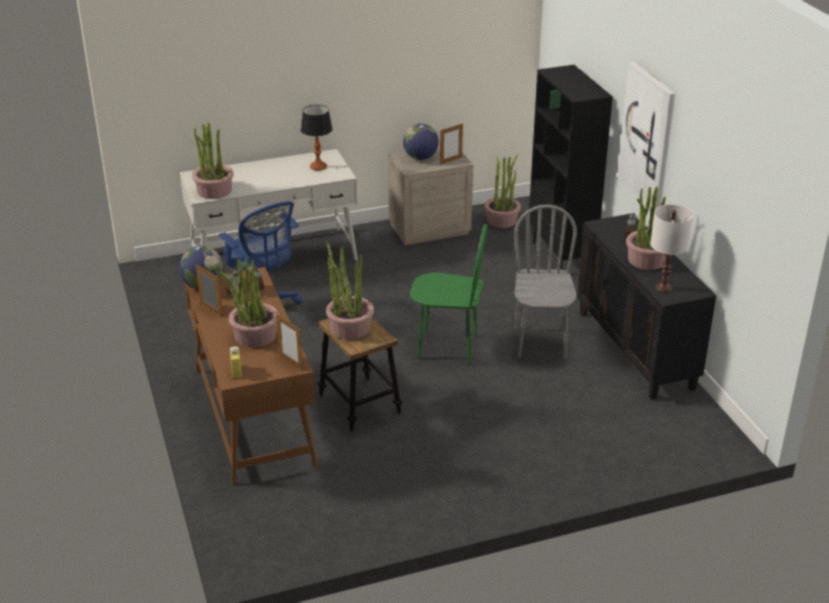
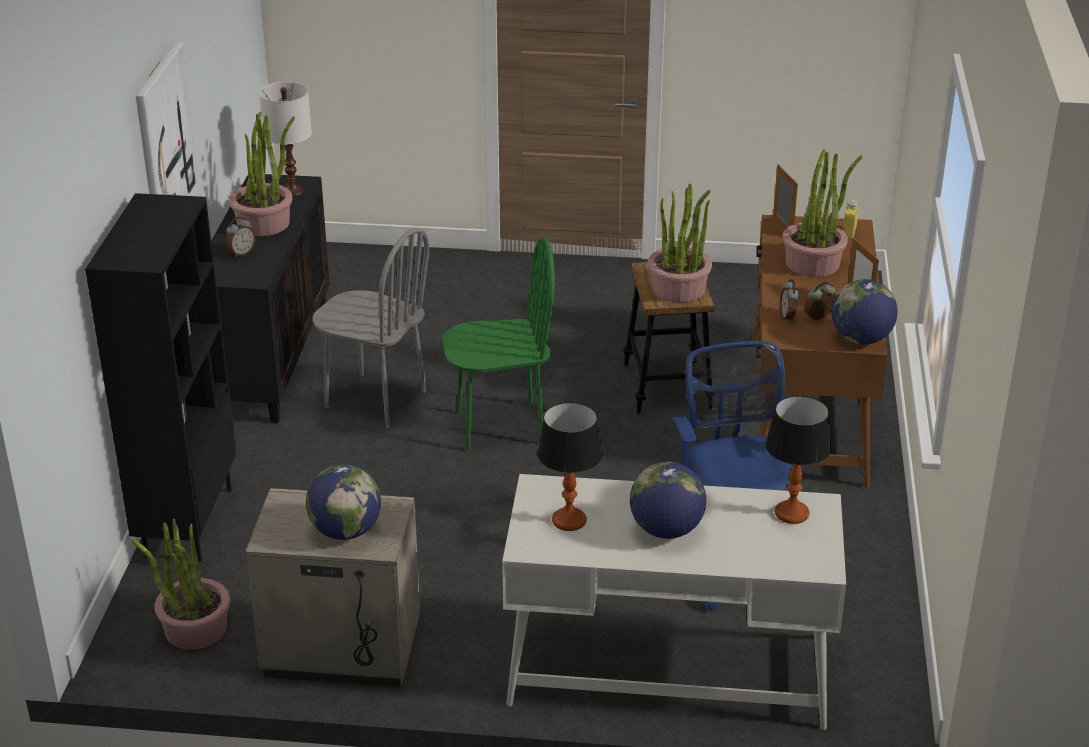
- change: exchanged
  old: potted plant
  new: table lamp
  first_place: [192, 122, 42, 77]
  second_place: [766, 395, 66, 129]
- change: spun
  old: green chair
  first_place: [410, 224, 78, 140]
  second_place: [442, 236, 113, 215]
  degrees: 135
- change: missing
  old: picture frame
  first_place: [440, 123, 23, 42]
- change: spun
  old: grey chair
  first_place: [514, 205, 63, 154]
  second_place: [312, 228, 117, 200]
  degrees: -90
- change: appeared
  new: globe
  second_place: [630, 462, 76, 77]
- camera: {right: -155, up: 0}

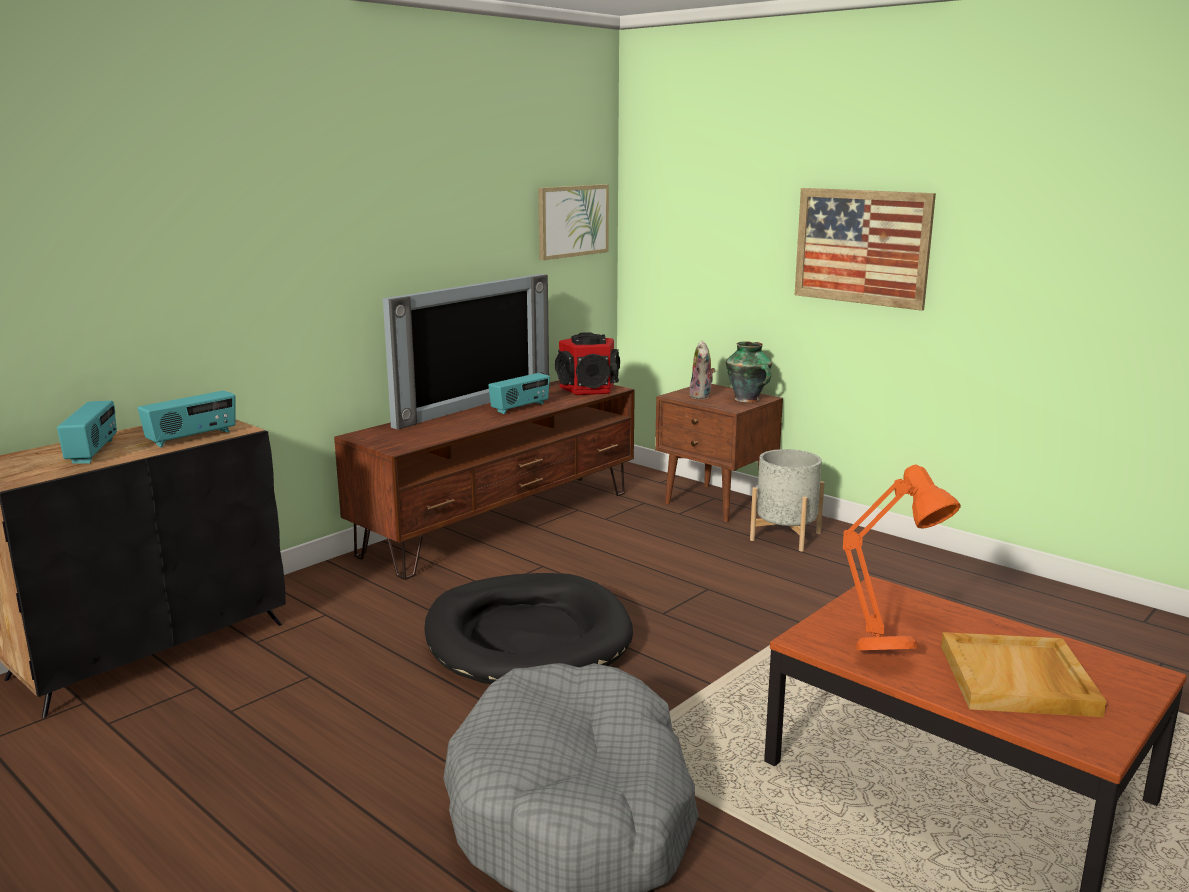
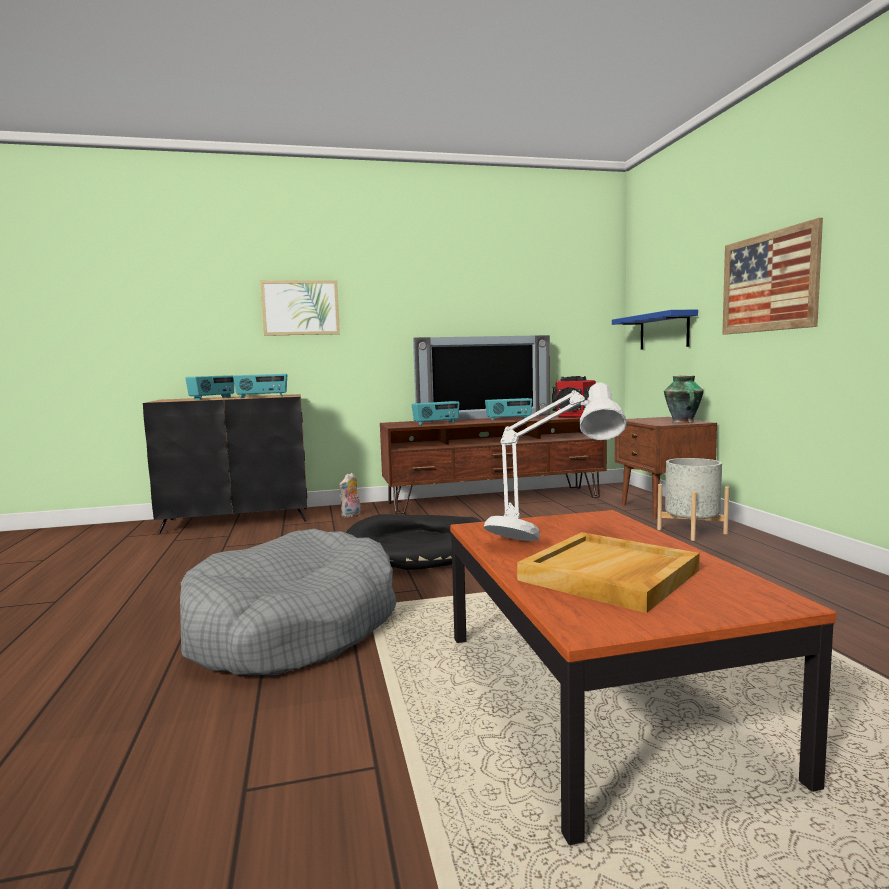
- change: relocated
  old: picture
  first_place: [538, 184, 71, 76]
  second_place: [260, 280, 80, 56]
- change: relocated
  old: plush toy
  first_place: [690, 340, 26, 59]
  second_place: [339, 473, 22, 44]
- change: colour
  old: orange table lamp
  new: grey table lamp
  first_place: [843, 464, 118, 186]
  second_place: [484, 382, 143, 159]
- change: appeared
  new: radio
  second_place: [412, 401, 47, 24]
- change: appeared
  new: blue shelf
  second_place: [612, 309, 86, 41]
- camera: {right: 35, up: -10}

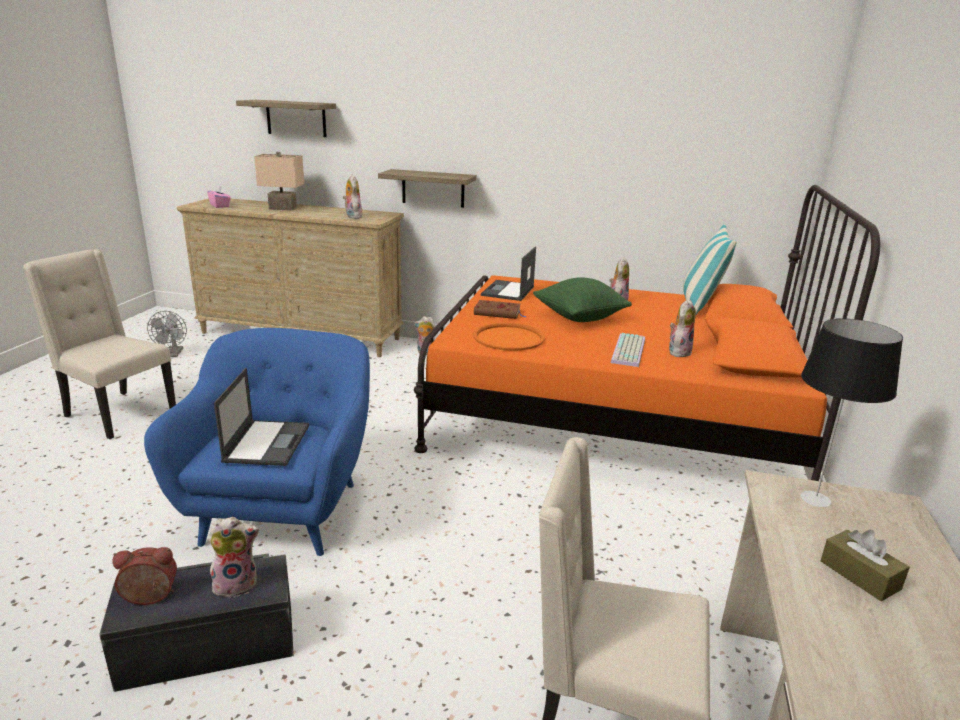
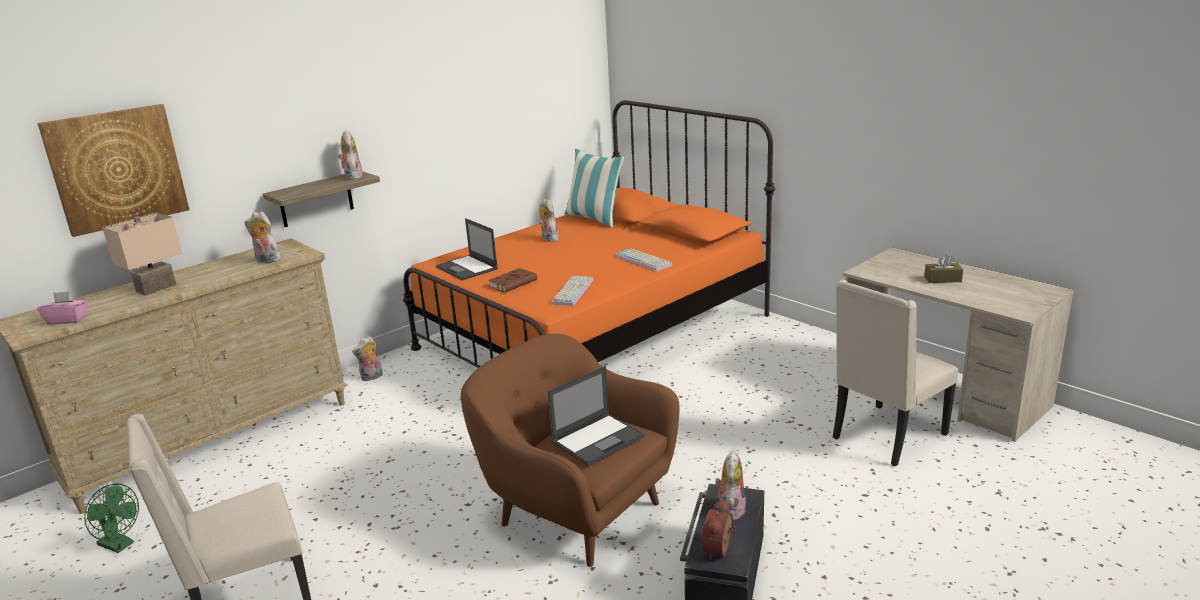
- change: colour
  old: blue armchair
  new: brown armchair
  first_place: [144, 328, 226, 228]
  second_place: [461, 334, 218, 233]
- change: colour
  old: grey fan
  new: green fan
  first_place: [147, 311, 40, 46]
  second_place: [84, 484, 55, 69]
- change: spun
  old: laptop
  first_place: [214, 368, 95, 98]
  second_place: [548, 366, 97, 100]
  degrees: 105
- change: exchanged
  old: shelf
  new: picture
  first_place: [236, 100, 100, 37]
  second_place: [37, 104, 152, 133]
- change: exchanged
  old: orange tray
  new: keyboard
  first_place: [473, 322, 72, 29]
  second_place: [551, 276, 42, 30]
- change: missing
  old: green pillow
  first_place: [533, 277, 99, 45]
- change: relocated
  old: plush toy
  first_place: [669, 299, 27, 59]
  second_place: [338, 130, 26, 50]
- change: missing
  old: table lamp
  first_place: [801, 318, 102, 189]
- camera: {right: -55, up: 0}

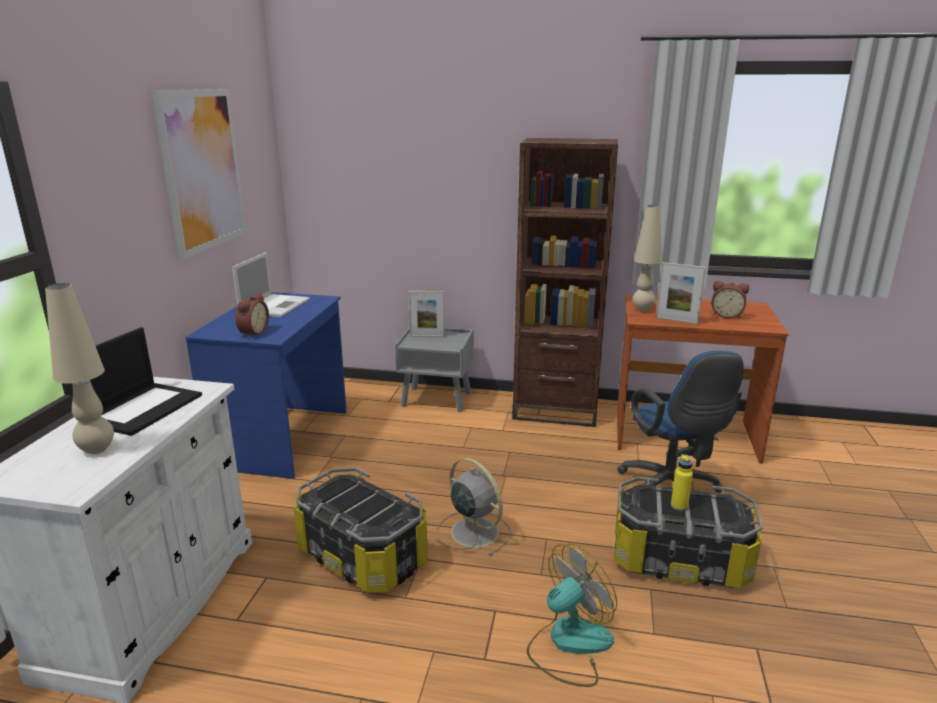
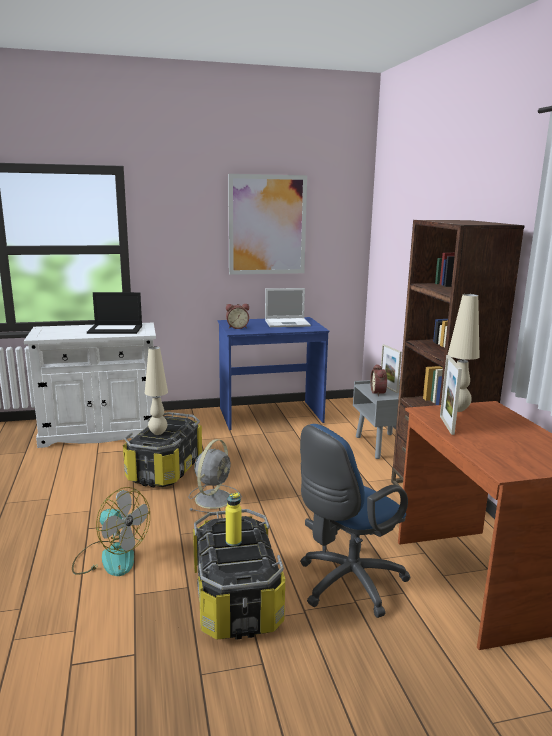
- change: relocated
  old: beige table lamp
  first_place: [45, 283, 69, 171]
  second_place: [145, 347, 23, 88]
- change: relocated
  old: alarm clock
  first_place: [712, 281, 37, 37]
  second_place: [370, 364, 17, 32]
- camera: {right: 65, up: -5}

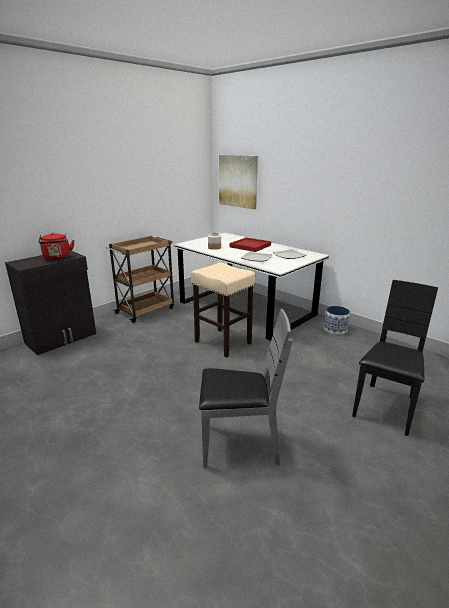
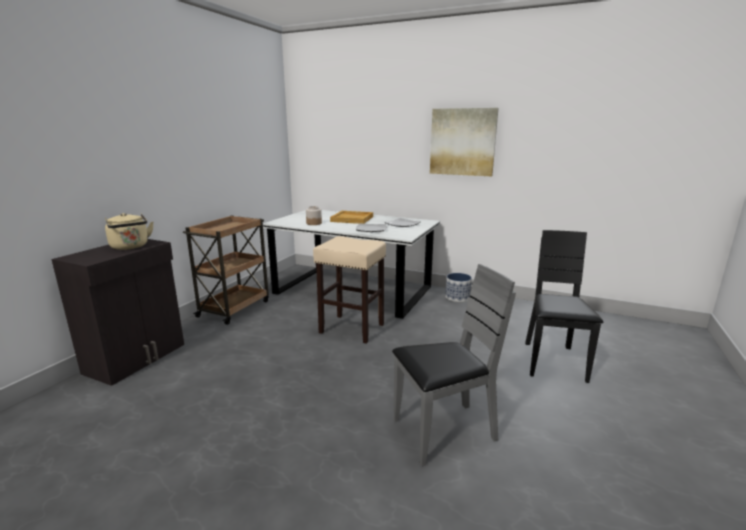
- change: colour
  old: red kettle
  new: beige kettle
  first_place: [38, 233, 36, 27]
  second_place: [105, 213, 48, 37]
- change: relocated
  old: picture
  first_place: [219, 155, 39, 54]
  second_place: [430, 108, 69, 68]
- change: colour
  old: red tray
  new: beige tray
  first_place: [230, 237, 41, 15]
  second_place: [330, 211, 43, 13]
- camera: {right: -20, up: -5}

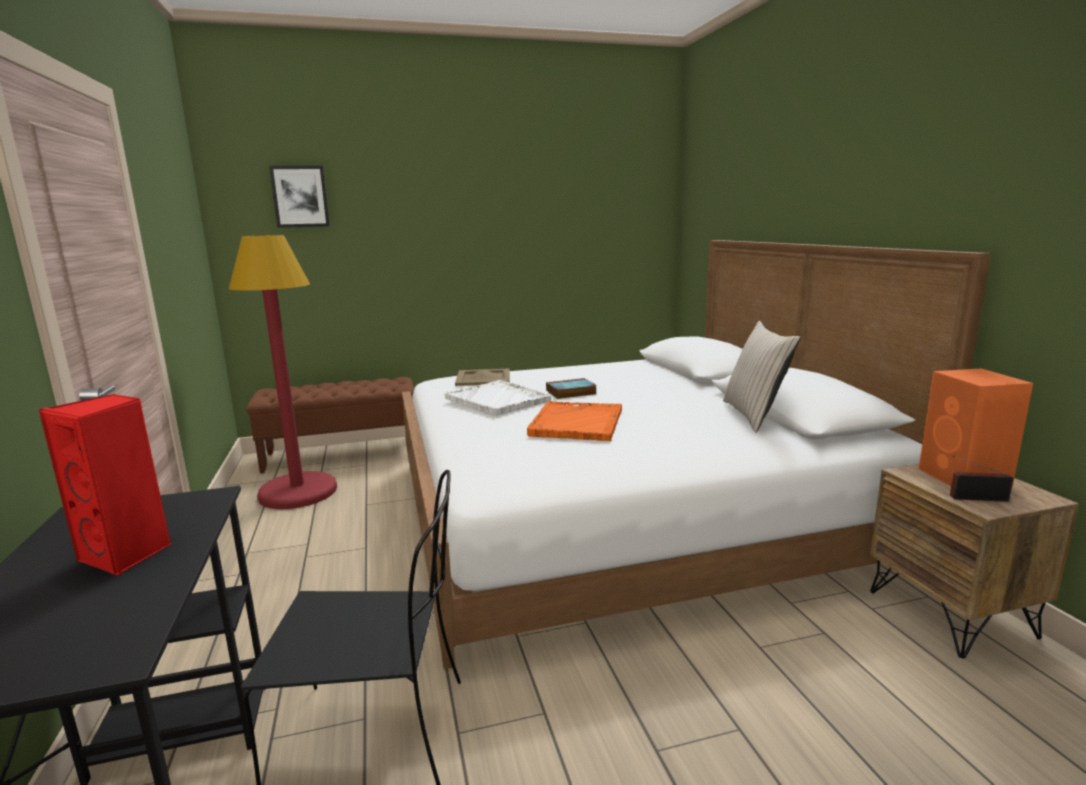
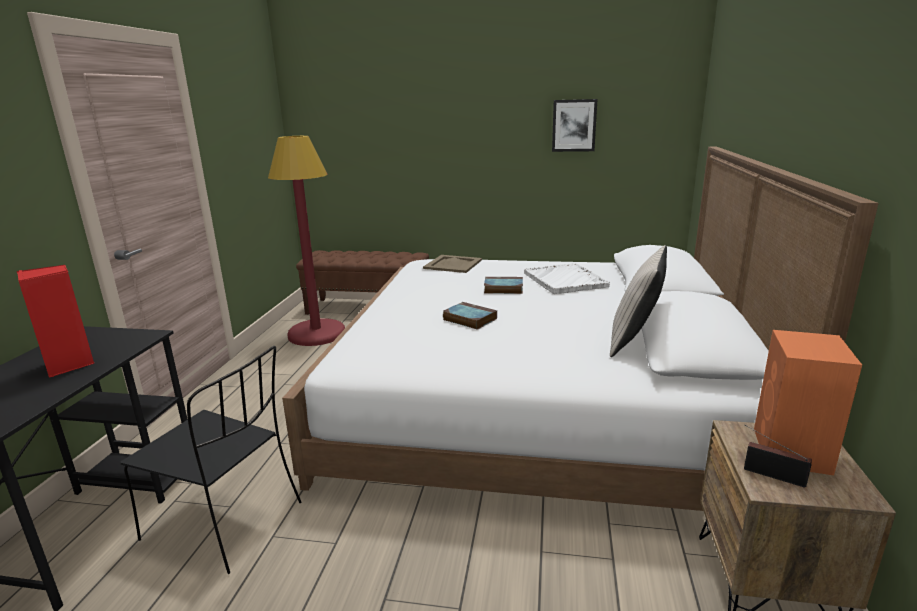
- change: relocated
  old: picture
  first_place: [269, 166, 61, 62]
  second_place: [552, 99, 45, 53]
- change: relocated
  old: white tray
  first_place: [445, 380, 106, 36]
  second_place: [524, 263, 86, 31]
- change: exchanged
  old: orange tray
  new: book
  first_place: [527, 401, 95, 40]
  second_place: [443, 302, 54, 28]
- camera: {right: 25, up: 5}

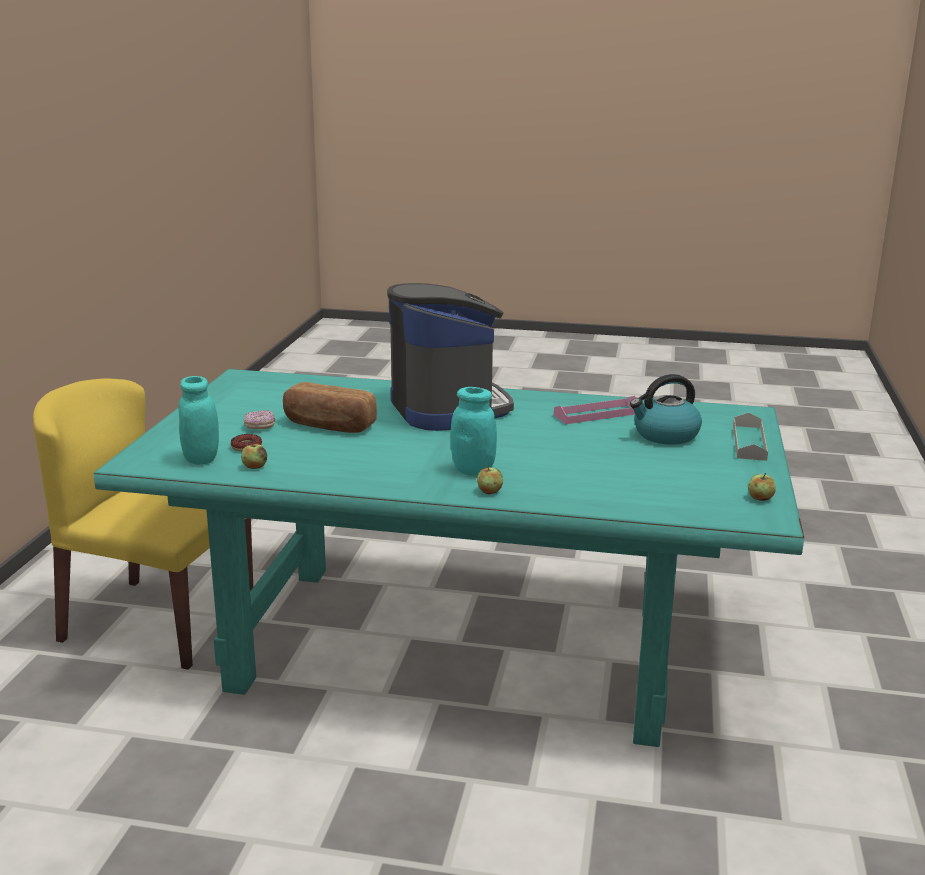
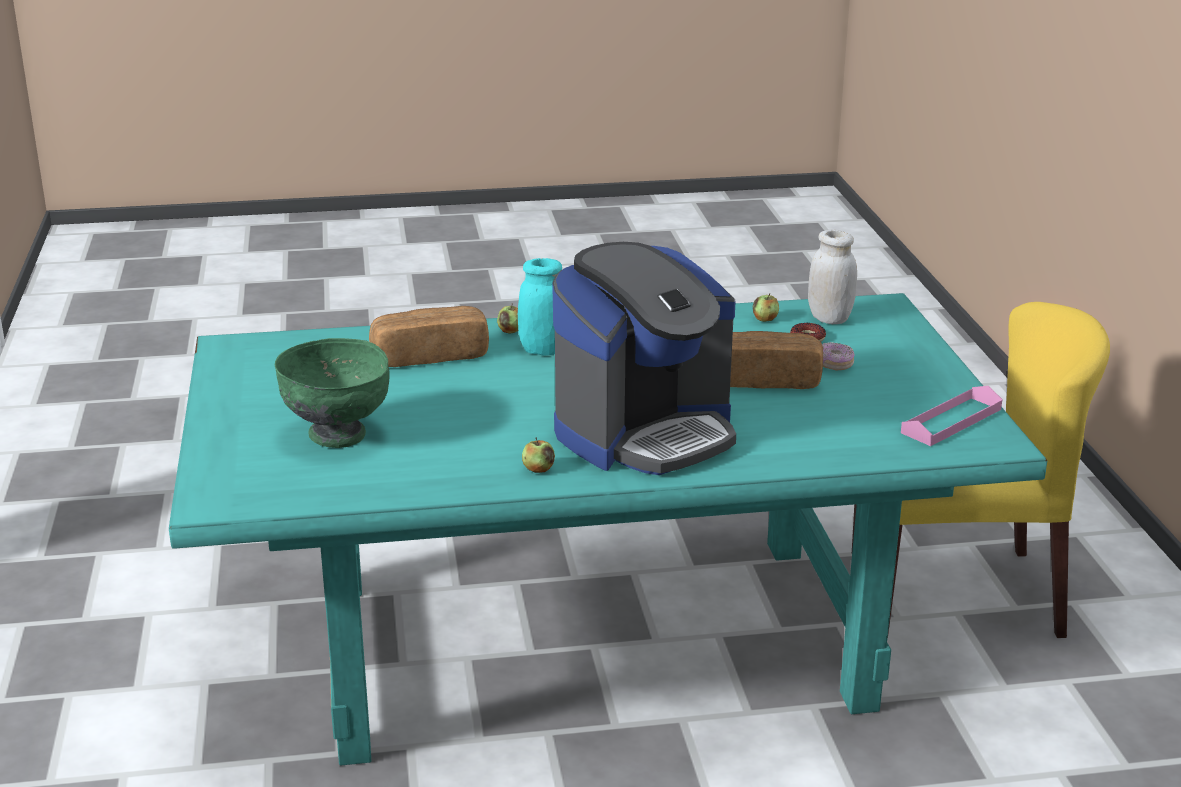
- change: colour
  old: turquoise jar
  new: white jar
  first_place: [179, 376, 40, 88]
  second_place: [808, 230, 49, 94]
- change: spun
  old: coffee machine
  first_place: [387, 283, 127, 148]
  second_place: [553, 242, 183, 233]
  degrees: -90
- change: relocated
  old: pink tray
  first_place: [554, 396, 82, 28]
  second_place: [901, 386, 102, 60]
- change: exchanged
  old: kettle
  new: green bowl
  first_place: [630, 374, 72, 71]
  second_place: [275, 338, 115, 110]
- change: missing
  old: grey tray
  first_place: [733, 412, 35, 49]
- change: relocated
  old: apple
  first_place: [748, 473, 28, 28]
  second_place: [522, 437, 33, 36]
- change: appeared
  new: bread
  second_place: [369, 306, 120, 61]
- camera: {right: 160, up: 5}

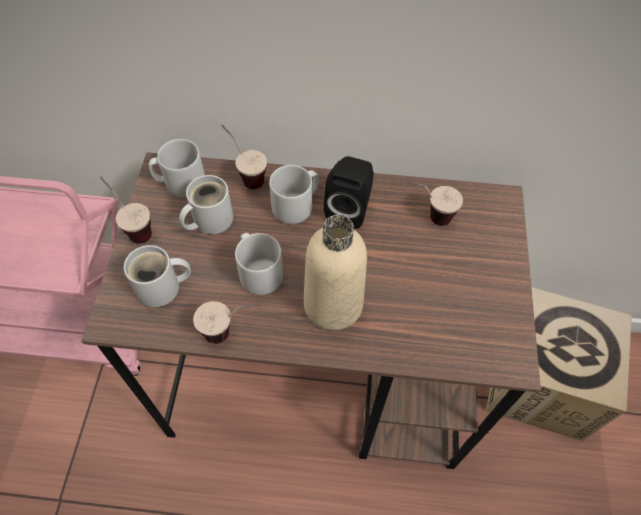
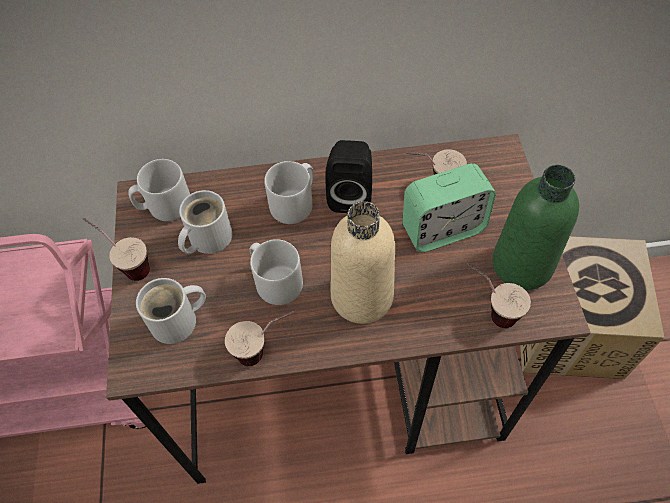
- change: relocated
  old: cup
  first_place: [221, 124, 46, 65]
  second_place: [467, 263, 64, 65]
- change: appeared
  new: alarm clock
  second_place: [402, 163, 94, 89]
- change: appeared
  new: green bottle
  second_place: [492, 165, 87, 125]
- camera: {right: -10, up: 0}

